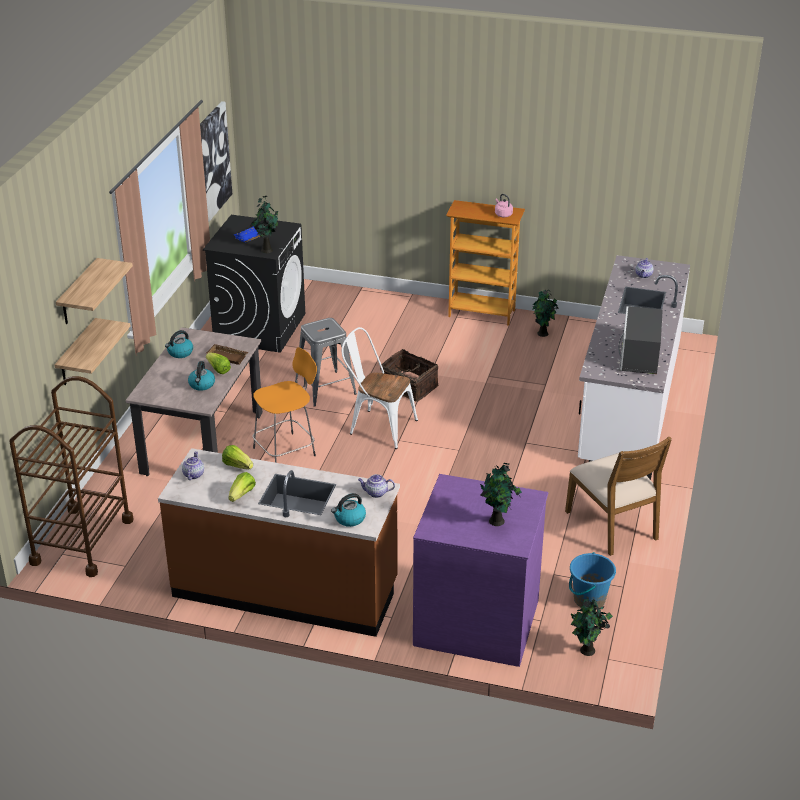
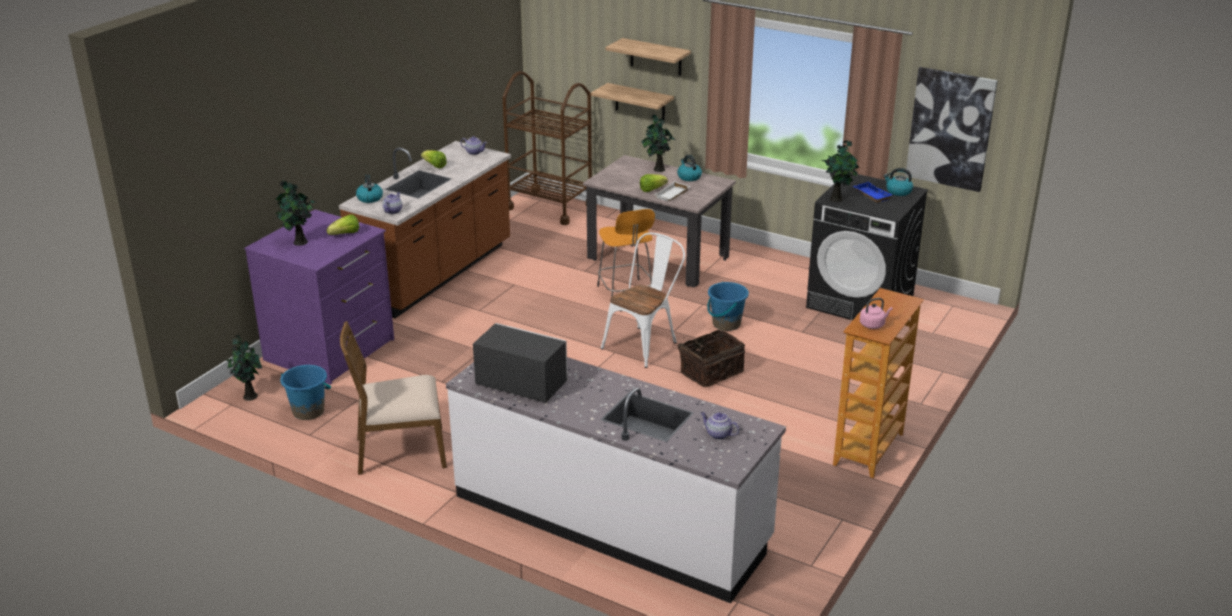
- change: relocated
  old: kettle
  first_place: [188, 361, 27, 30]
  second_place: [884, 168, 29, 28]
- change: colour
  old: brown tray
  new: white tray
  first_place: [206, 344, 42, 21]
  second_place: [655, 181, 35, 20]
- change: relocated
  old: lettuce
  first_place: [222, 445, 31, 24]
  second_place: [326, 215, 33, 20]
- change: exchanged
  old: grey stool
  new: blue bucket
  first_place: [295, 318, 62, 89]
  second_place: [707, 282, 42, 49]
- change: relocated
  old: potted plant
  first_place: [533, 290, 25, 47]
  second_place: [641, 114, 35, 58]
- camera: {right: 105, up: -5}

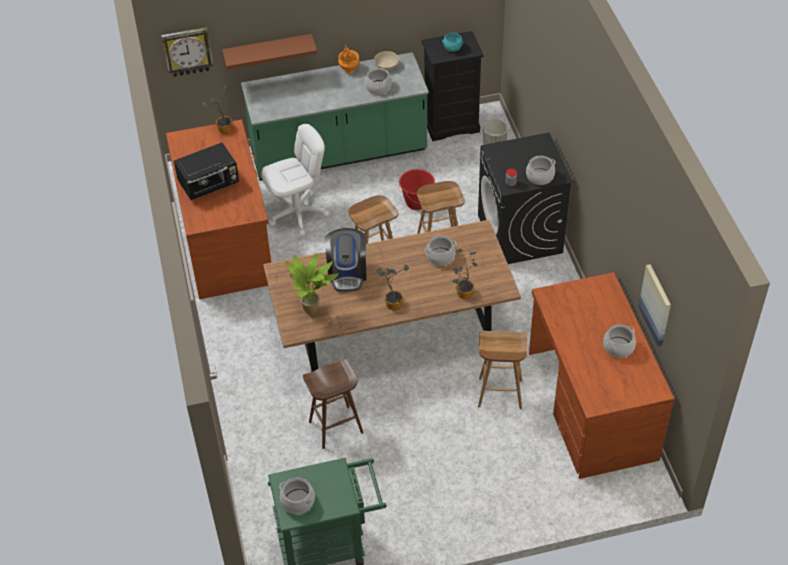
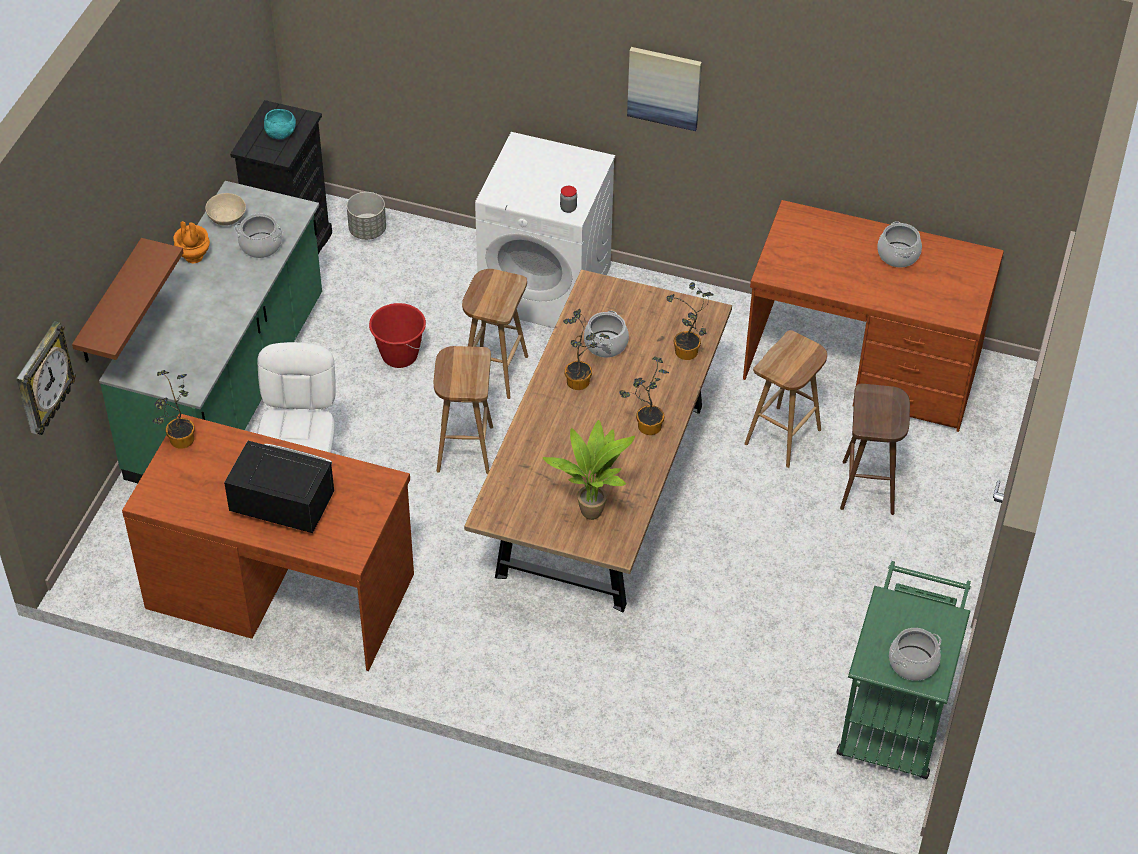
- change: spun
  old: black microwave
  first_place: [174, 142, 65, 59]
  second_place: [224, 441, 111, 92]
  degrees: -75
- change: relocated
  old: brown stool
  first_place: [303, 359, 61, 90]
  second_place: [840, 384, 70, 131]
- change: missing
  old: coffee machine
  first_place: [325, 228, 42, 64]
- change: colour
  old: black washing machine
  new: white washing machine
  first_place: [478, 133, 95, 131]
  second_place: [475, 132, 140, 196]
- change: missing
  old: cooking pot
  first_place: [526, 156, 29, 29]
- change: relocated
  old: picture
  first_place: [639, 264, 32, 82]
  second_place: [627, 47, 75, 84]
- change: appeared
  new: potted plant
  second_place: [563, 309, 47, 81]
- camera: {right: -60, up: 0}

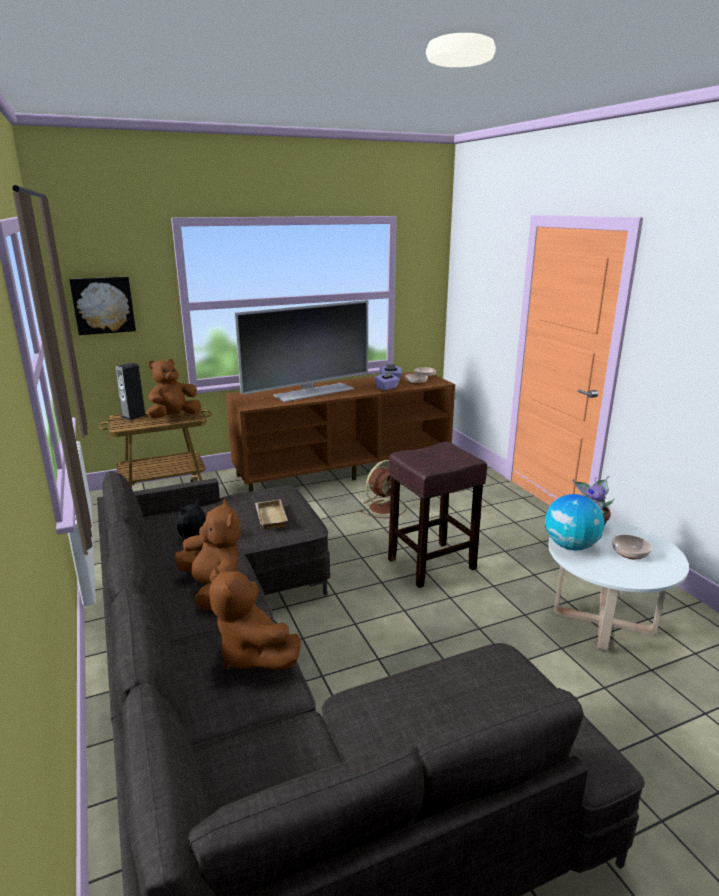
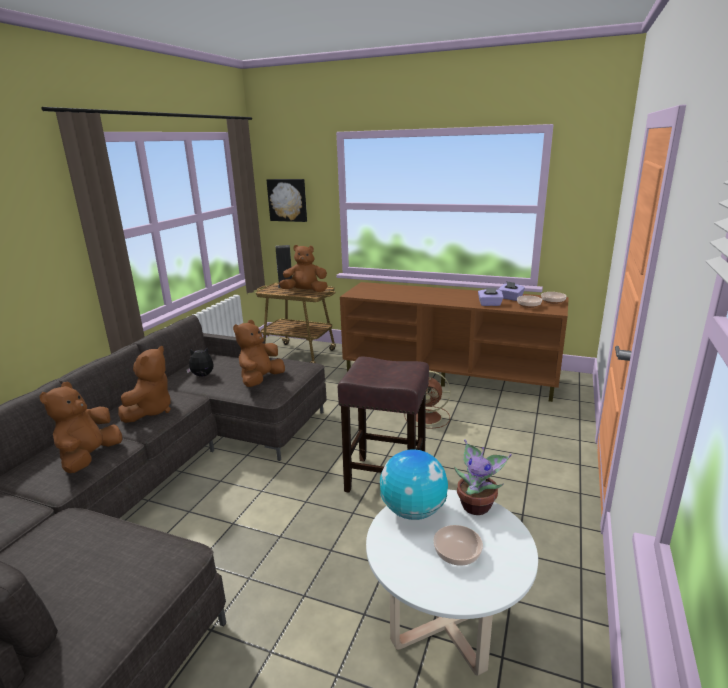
- change: missing
  old: television
  first_place: [235, 300, 133, 102]
- change: exchanged
  old: beige tray
  new: brown plush toy
  first_place: [255, 499, 33, 30]
  second_place: [233, 320, 52, 67]
- camera: {right: 45, up: 0}

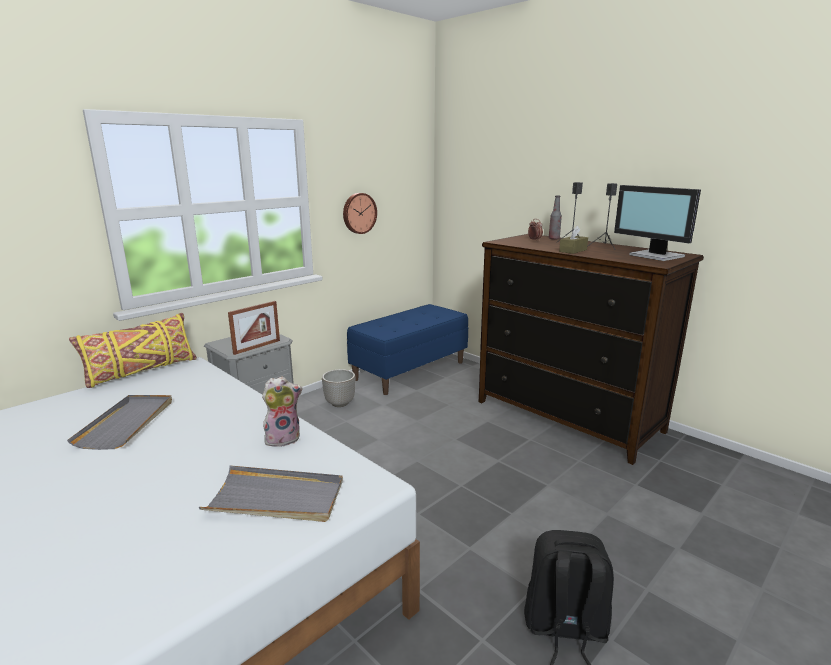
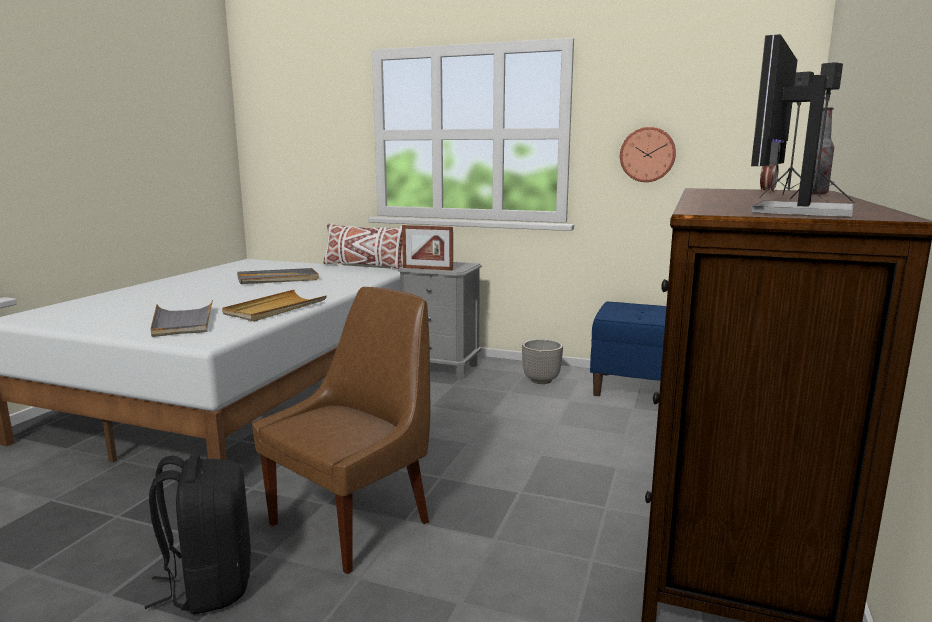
- change: colour
  old: yellow pillow
  new: white pillow
  first_place: [69, 313, 128, 75]
  second_place: [323, 223, 80, 46]
- change: exchanged
  old: plush toy
  new: beige tray
  first_place: [262, 377, 40, 70]
  second_place: [222, 290, 105, 32]
- change: missing
  old: brown tissue box
  first_place: [559, 226, 29, 28]
- change: appeared
  new: brown chair
  second_place: [252, 287, 178, 287]
- camera: {right: 65, up: -5}

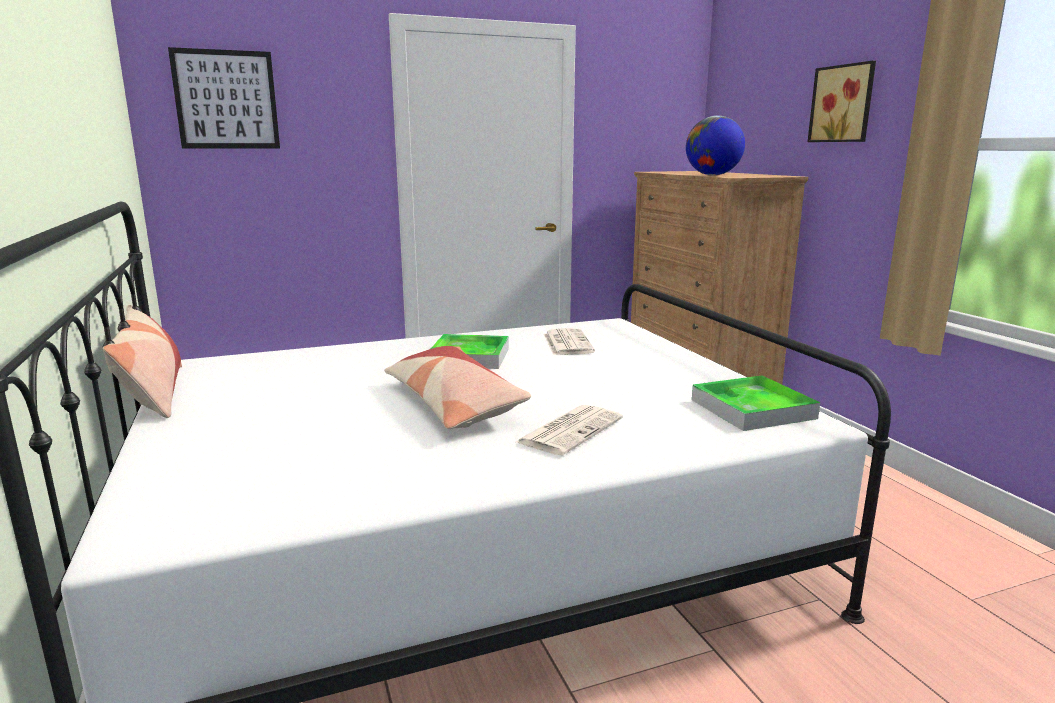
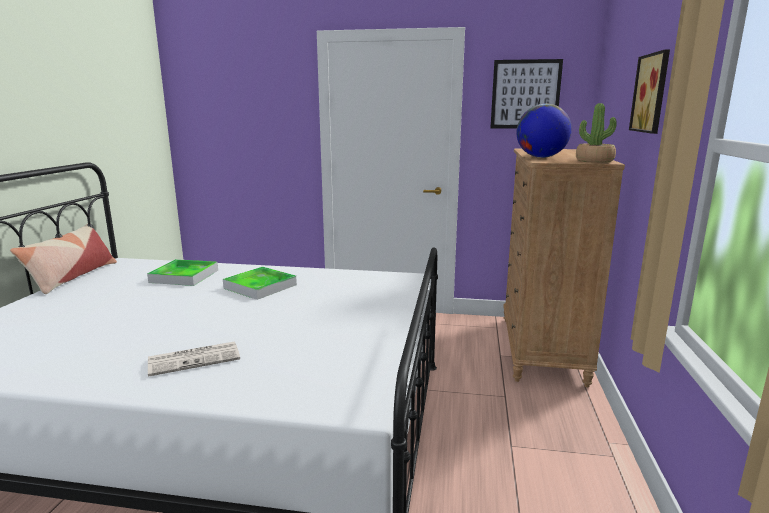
- change: relocated
  old: picture
  first_place: [168, 47, 112, 102]
  second_place: [490, 59, 73, 70]
- change: missing
  old: pillow
  first_place: [384, 346, 147, 83]
- change: missing
  old: newspaper
  first_place: [544, 328, 51, 27]
- change: relocated
  old: tray
  first_place: [692, 376, 128, 55]
  second_place: [147, 259, 71, 27]
- change: appeared
  new: potted plant
  second_place: [576, 103, 41, 60]
- camera: {right: 30, up: 0}

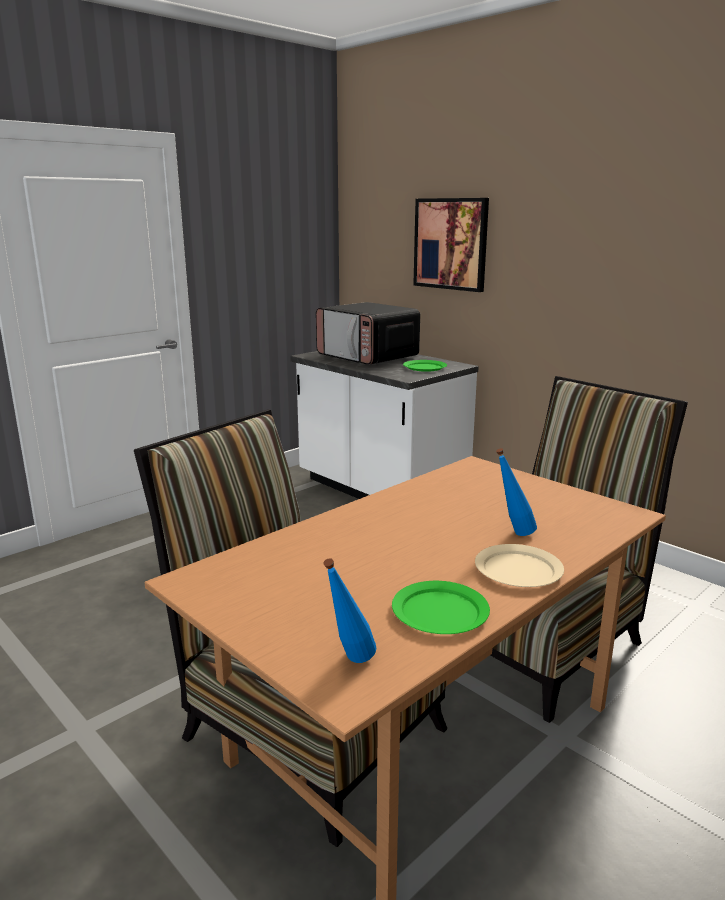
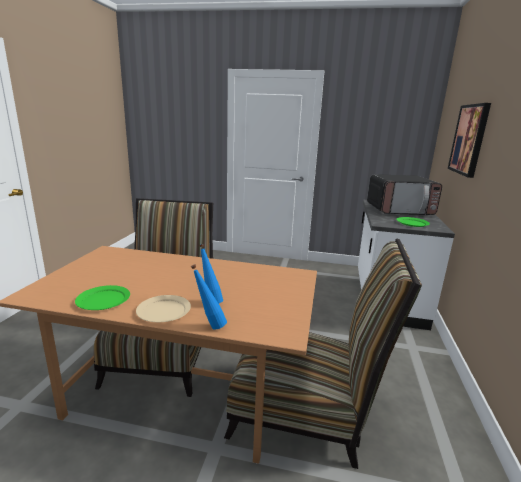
- change: spun
  old: microwave
  first_place: [316, 302, 104, 63]
  second_place: [367, 174, 75, 41]
  degrees: -105
- change: relocated
  old: blue bottle
  first_place: [323, 558, 53, 105]
  second_place: [191, 264, 36, 66]
- camera: {right: 55, up: 0}

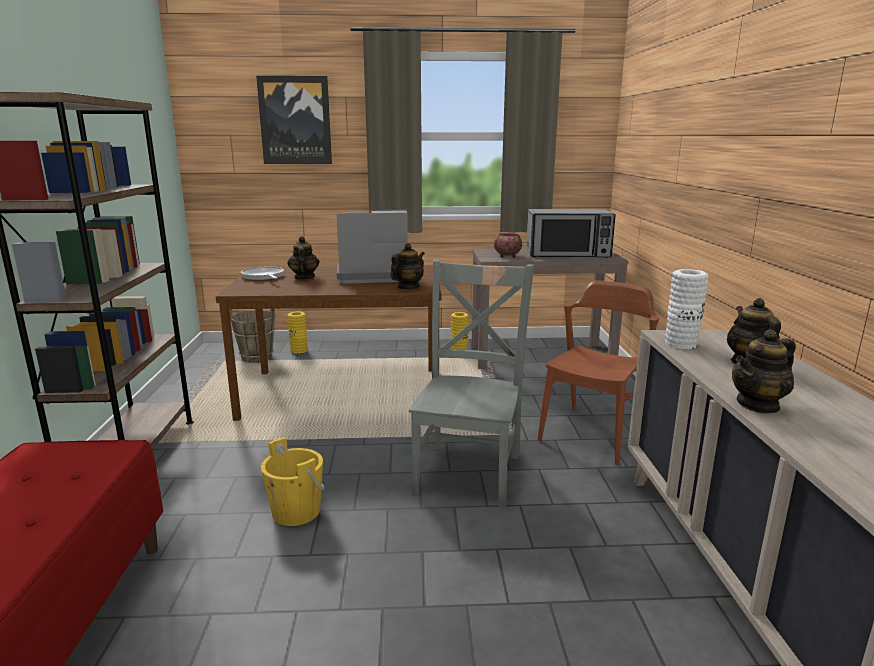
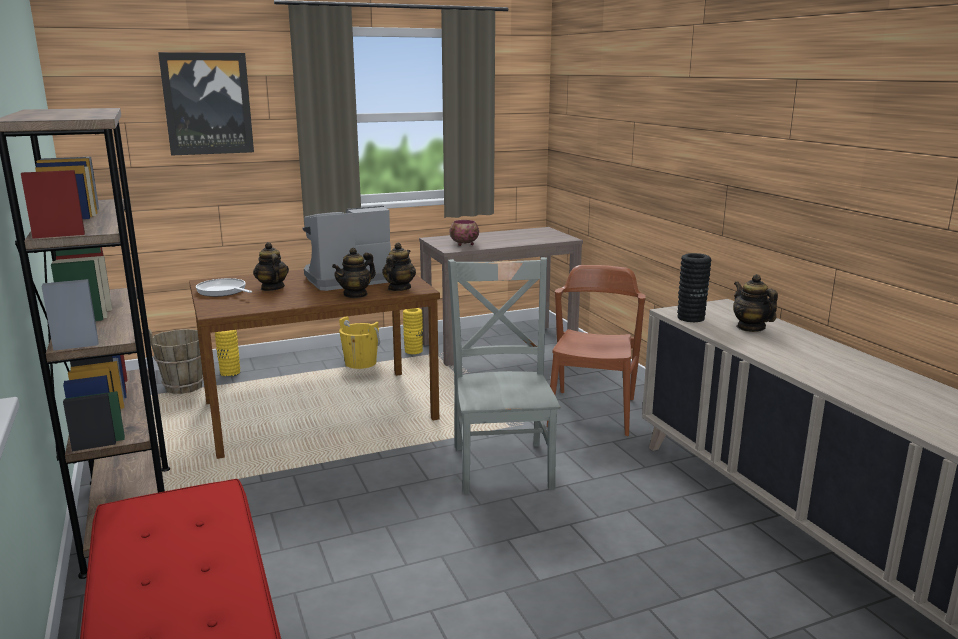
- change: relocated
  old: yellow bucket
  first_place: [261, 437, 63, 89]
  second_place: [339, 316, 41, 53]
- change: missing
  old: microwave
  first_place: [526, 209, 90, 49]
- change: colour
  old: white vase
  new: black vase
  first_place: [665, 269, 44, 80]
  second_place: [677, 253, 34, 69]
- change: relocated
  old: teapot
  first_place: [732, 329, 64, 85]
  second_place: [332, 248, 44, 50]
- camera: {right: -20, up: 0}

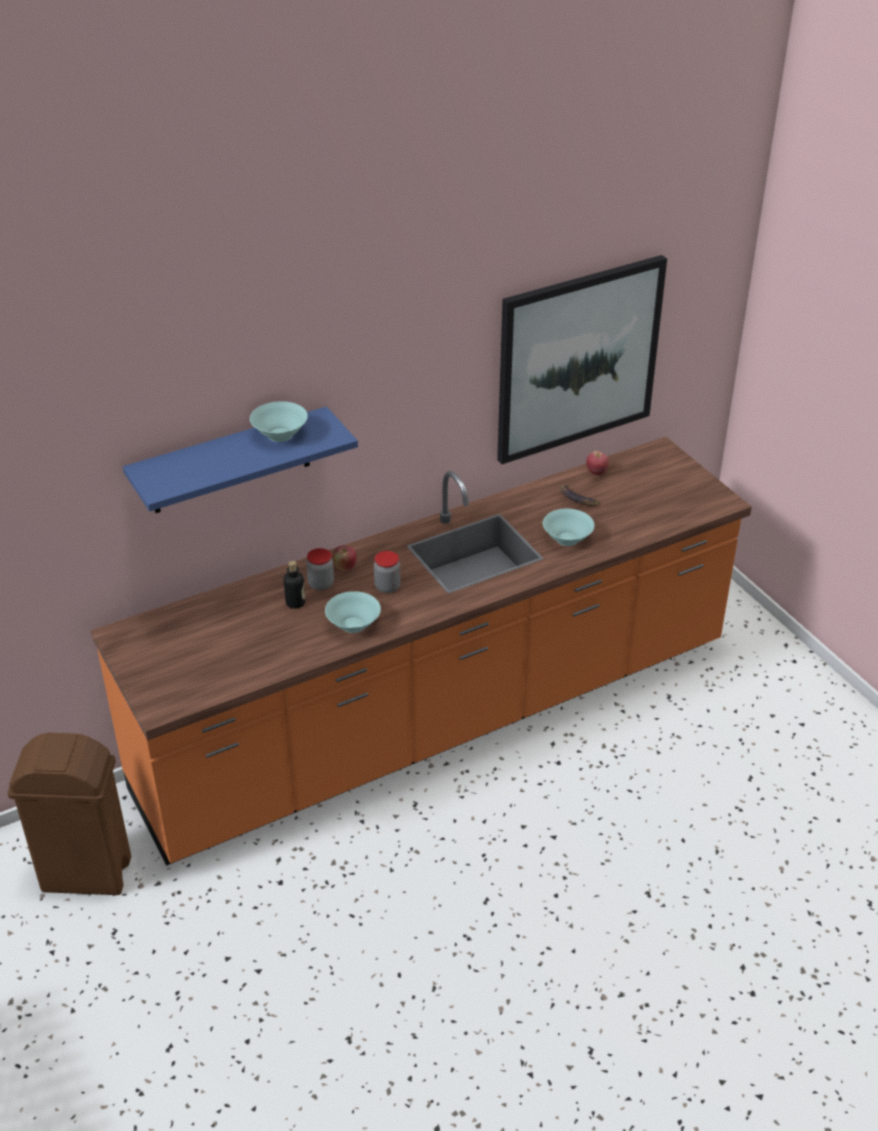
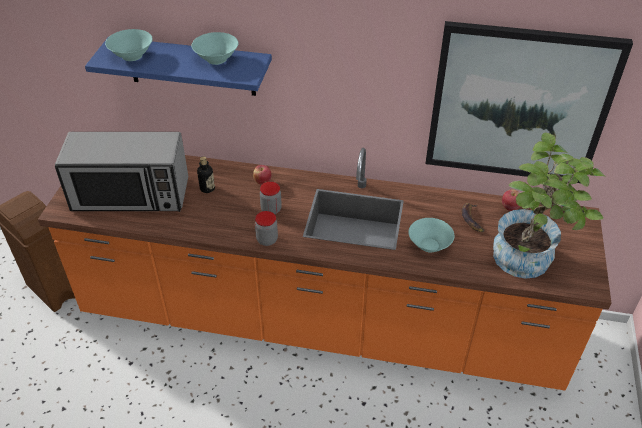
- change: relocated
  old: jar
  first_place: [307, 548, 27, 43]
  second_place: [255, 211, 23, 35]
- change: relocated
  old: turquoise bowl
  first_place: [325, 591, 56, 42]
  second_place: [105, 29, 48, 32]
- change: appeared
  new: microwave
  second_place: [55, 132, 133, 80]
- change: appeared
  new: potted plant
  second_place: [493, 132, 113, 147]
- camera: {right: 40, up: 5}

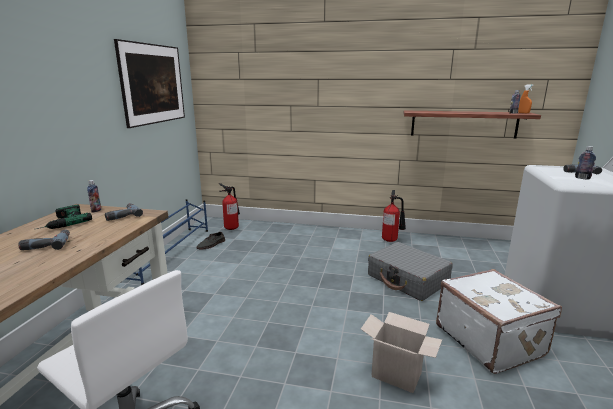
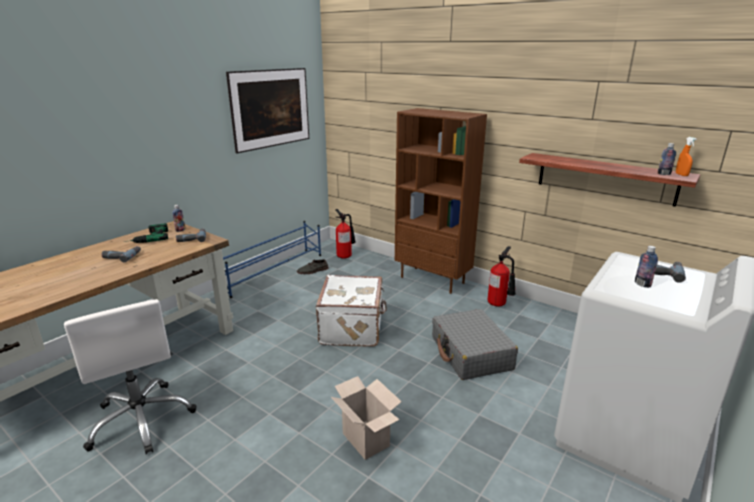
- change: relocated
  old: white suitcase
  first_place: [436, 269, 126, 105]
  second_place: [316, 275, 71, 72]
- change: appeared
  new: brown bookcase
  second_place: [395, 108, 92, 186]
- camera: {right: 25, up: 5}

